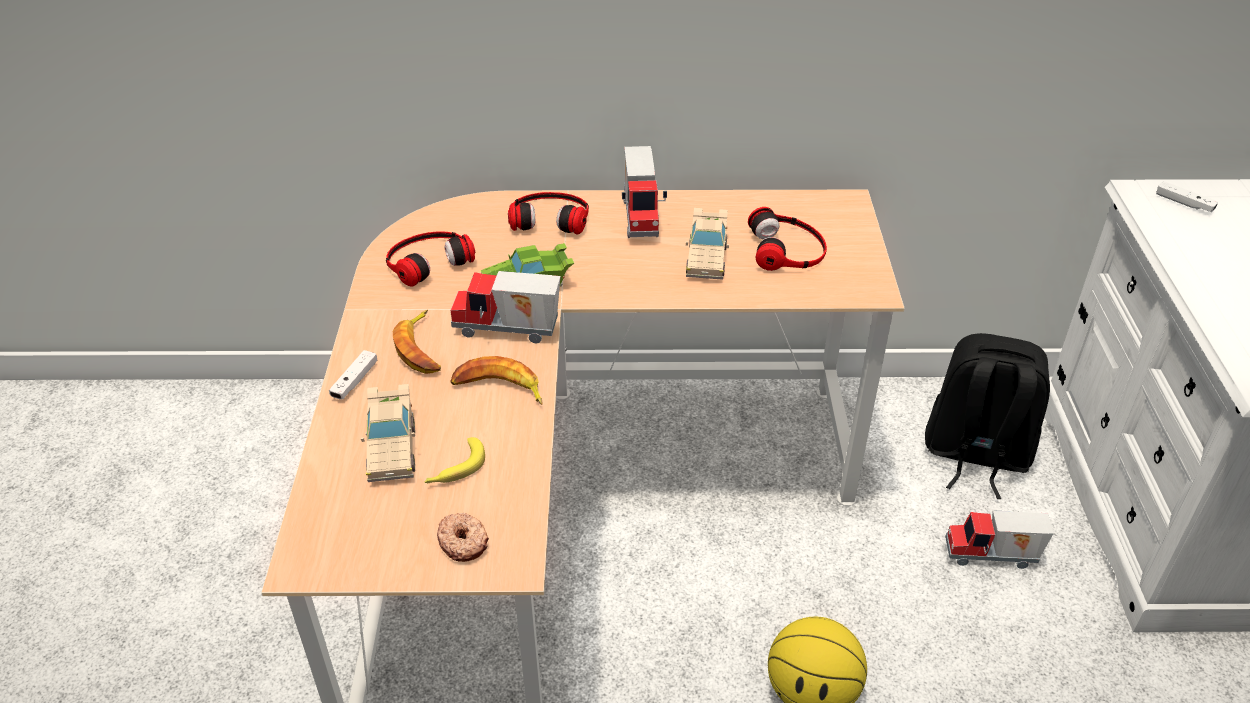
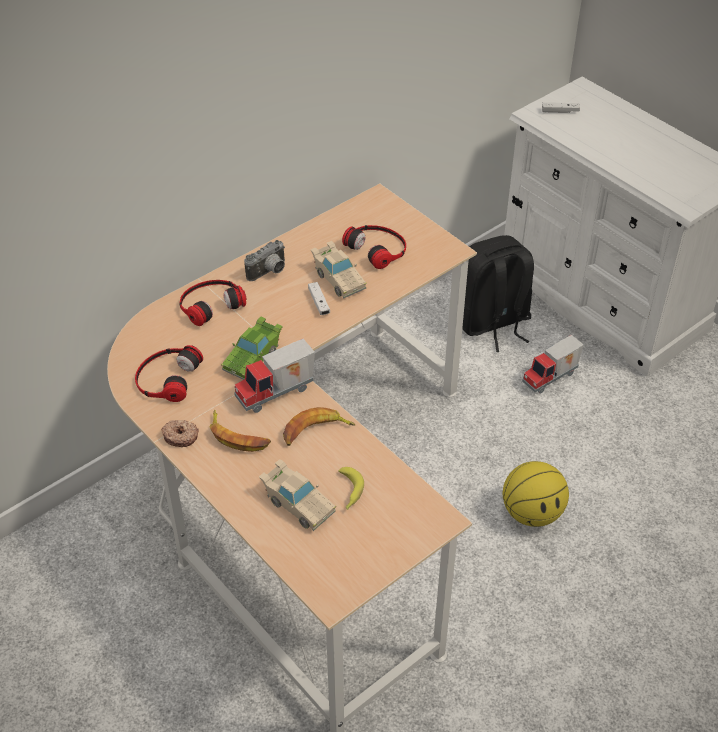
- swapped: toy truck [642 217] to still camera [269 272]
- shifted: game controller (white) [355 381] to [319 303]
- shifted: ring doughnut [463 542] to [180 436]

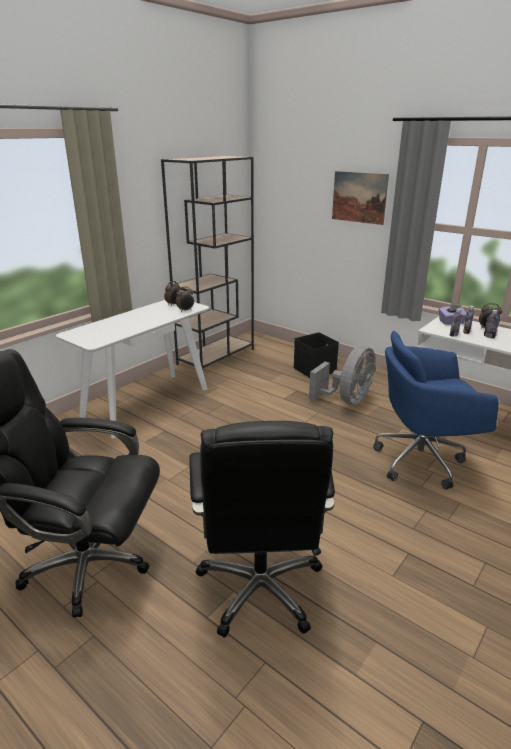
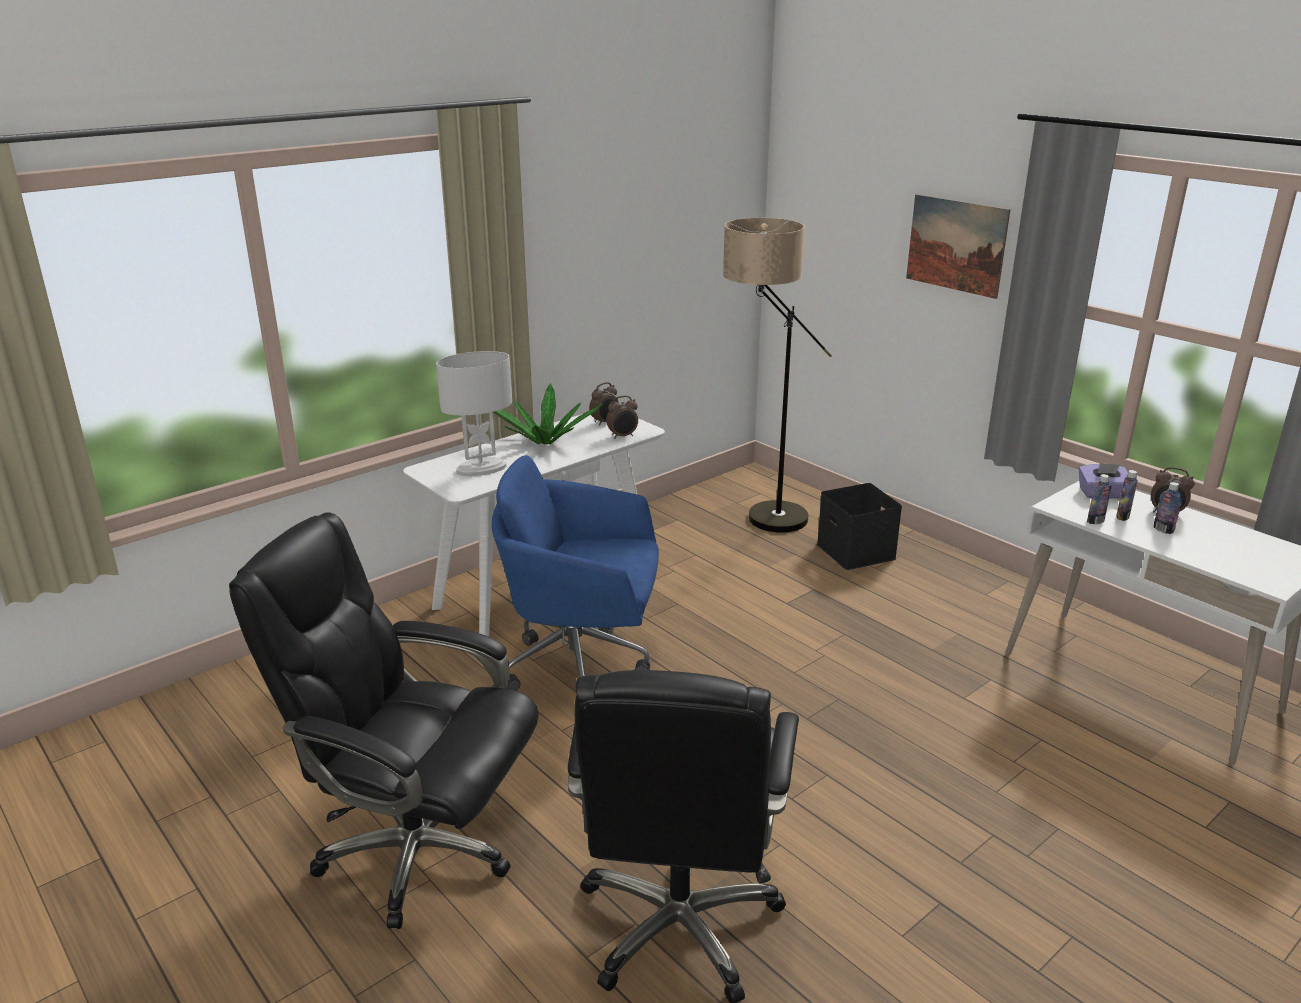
- gone: bookshelf [216 356]
- shifted: computer chair (blue) [423 462] to [583 669]
- gone: electric fan (gray) [347 400]
- new: floor lamp [762 526]
- new: lamp for a table (white) [481 469]
- new: plant in a pot [544 442]

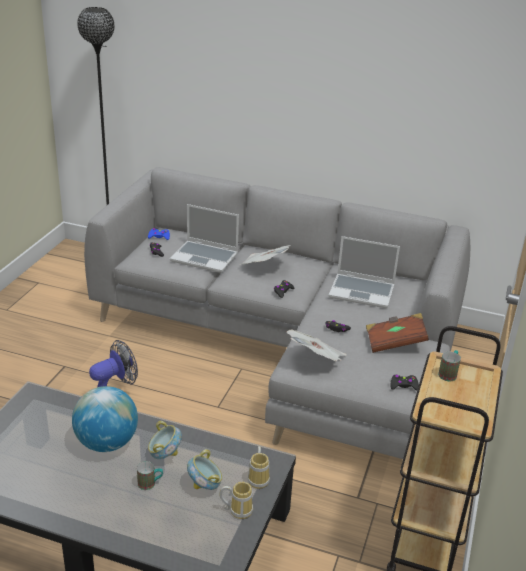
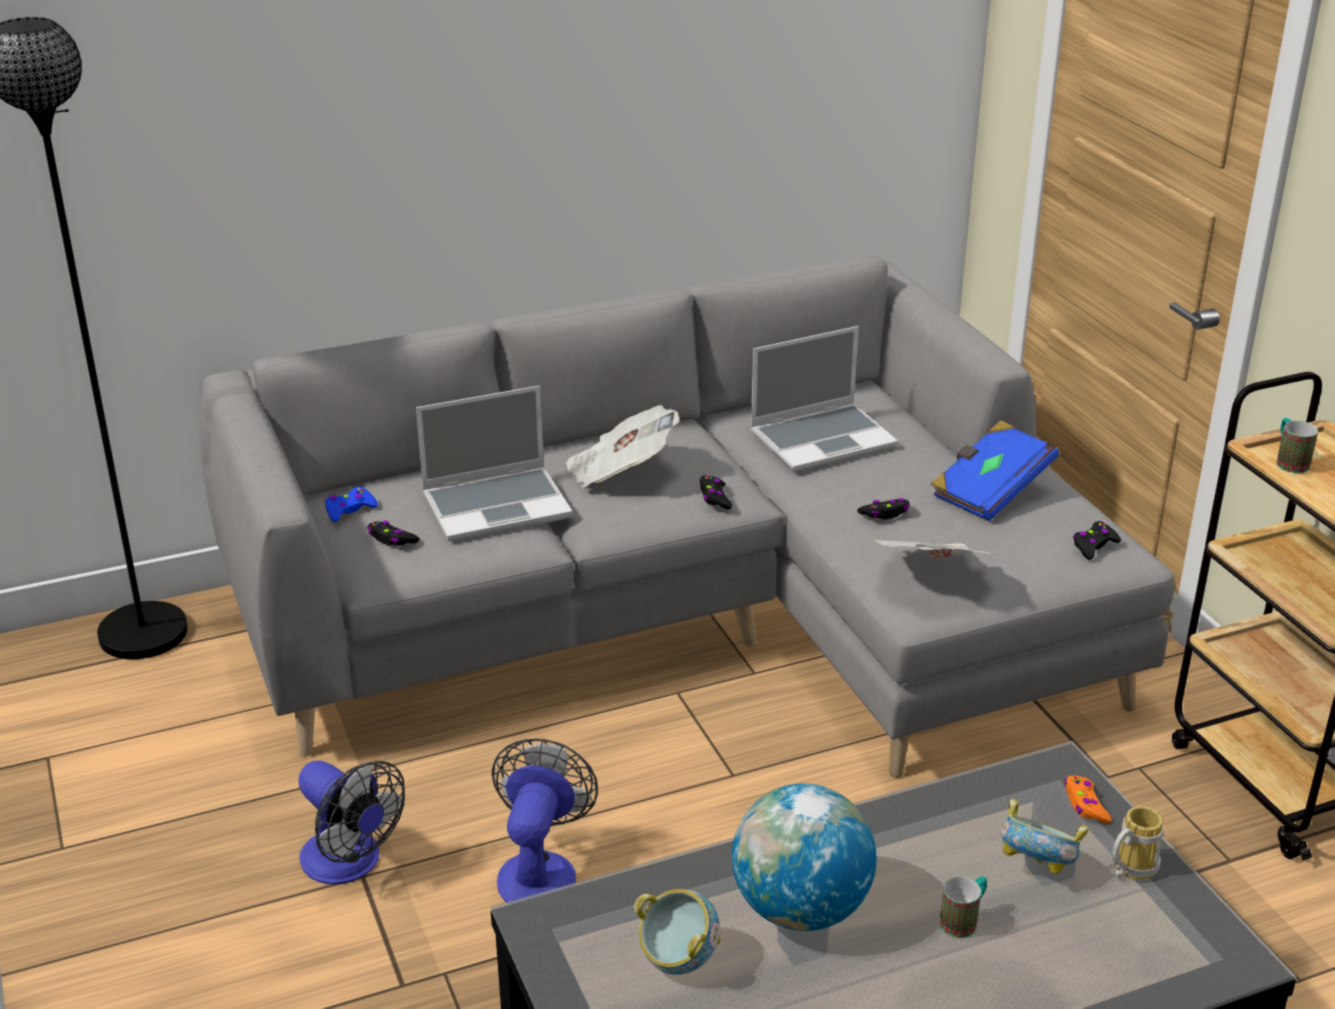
- repainted: bound book (brown-coloured) [394 342] to bound book (blue) [990 491]
- shifted: serving bowl [165 455] to [677 960]
- swapped: mug [259 478] to game controller (orange-coloured) [1085 805]
- new: electric fan [350 864]

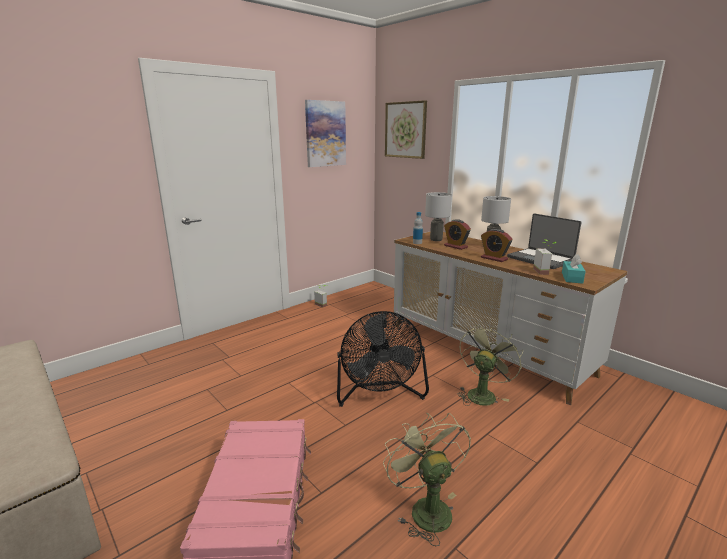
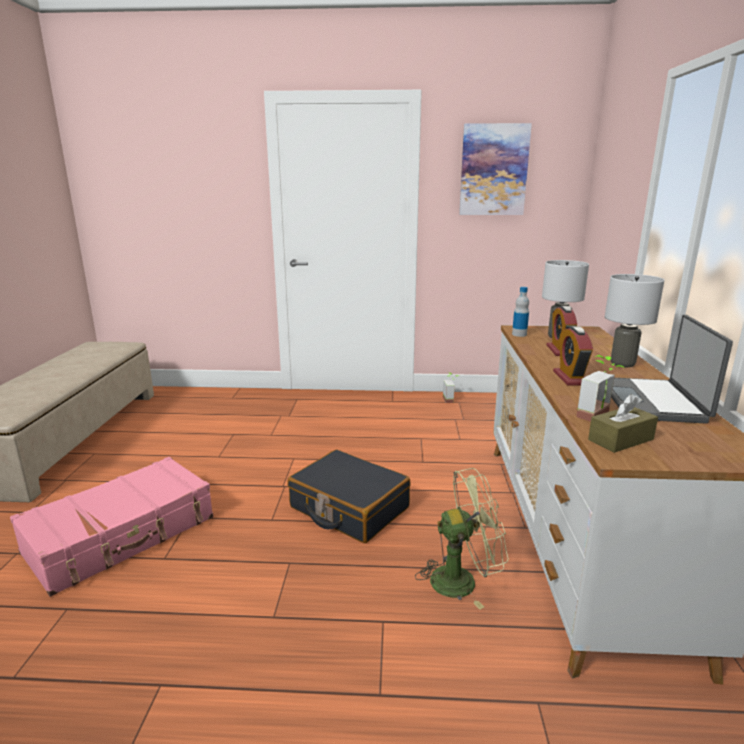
- gone: picture [405 130]
- repainted: tissue box (turquoise-coloured) [572 278] to tissue box (brown-coloured) [620 440]
- swapped: electric fan (blackish) [376 392] to suitcase (blackish) [348 508]
- gone: electric fan (greenish) [425 508]

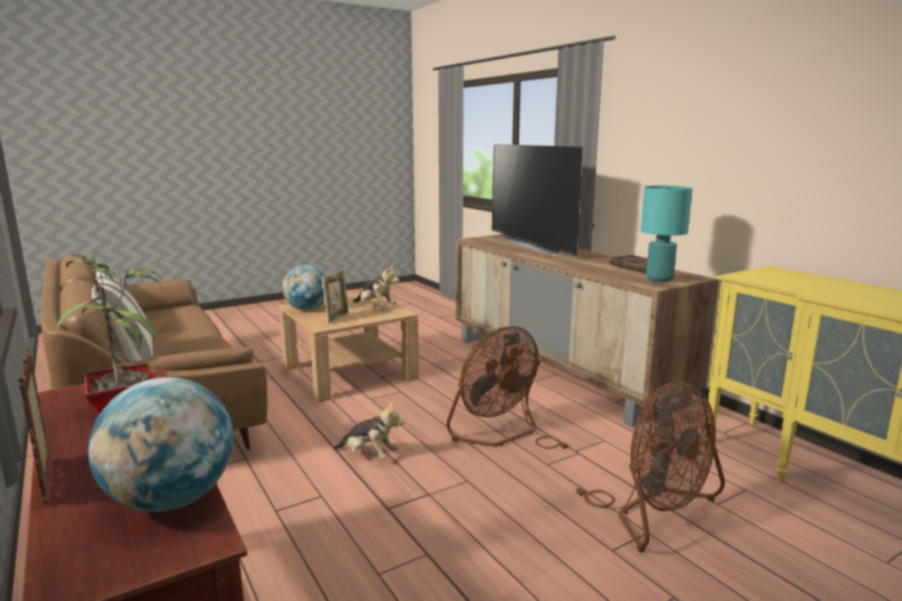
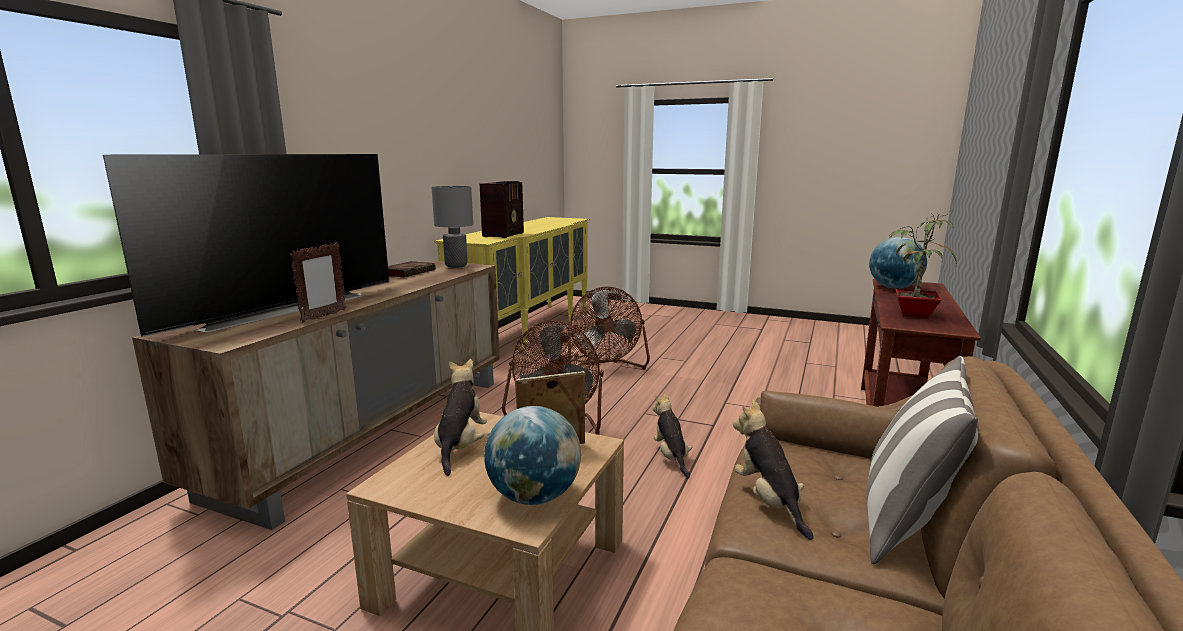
- repainted: lamp for a table (turquoise-coloured) [659 280] to lamp for a table (gray) [456 266]
- shifted: standing frame [48 480] to [323 316]
- rotated: electric fan (brown-coloured) [652 513] = [601 367] 150 degrees clockwise
- new: radio [504 235]
- new: cuddly toy [769 501]

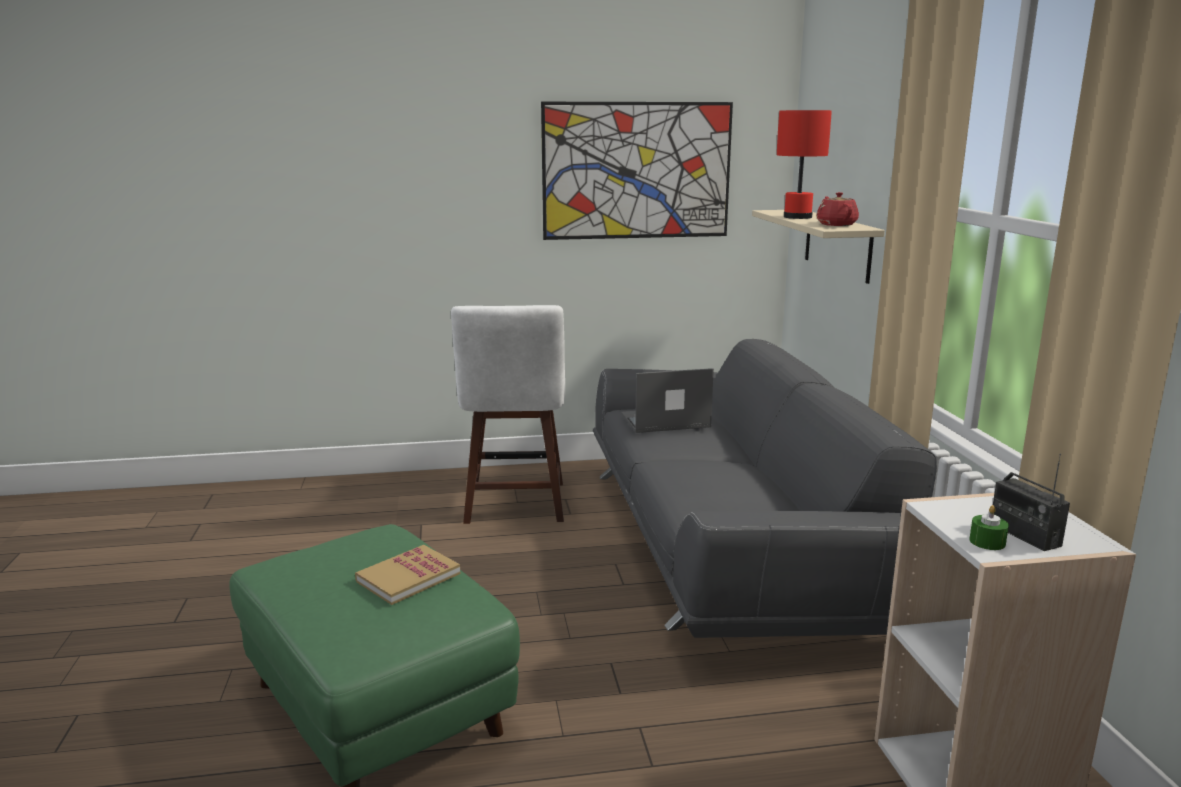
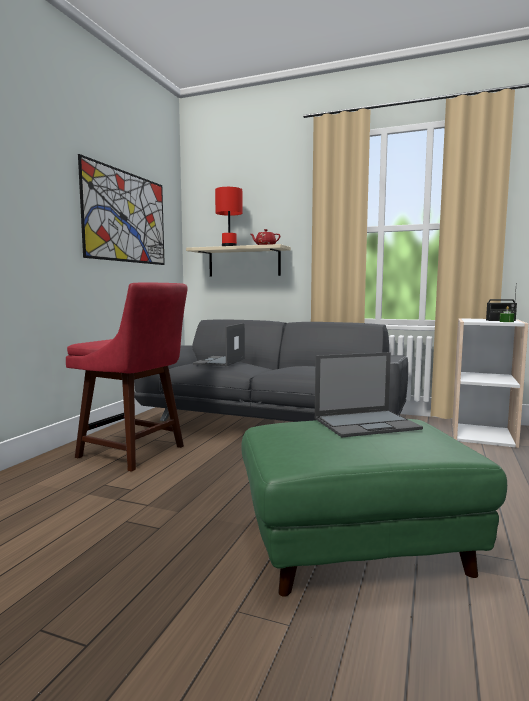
- repainted: stool seat (white) [515 504] to stool seat (red-coloured) [134 452]
- swapped: bound book [408 577] to portable computer [367 423]

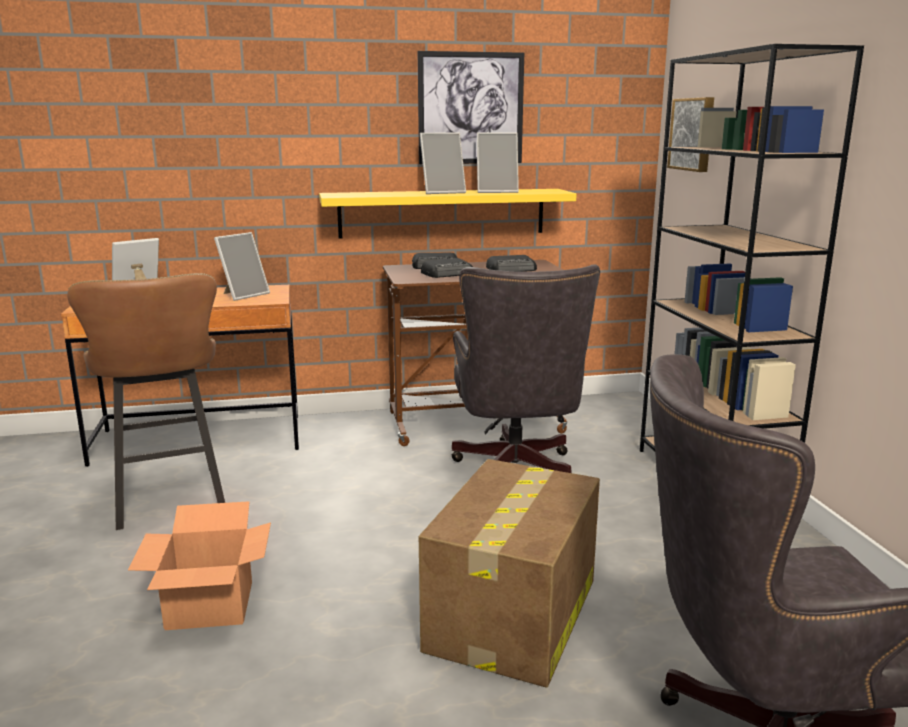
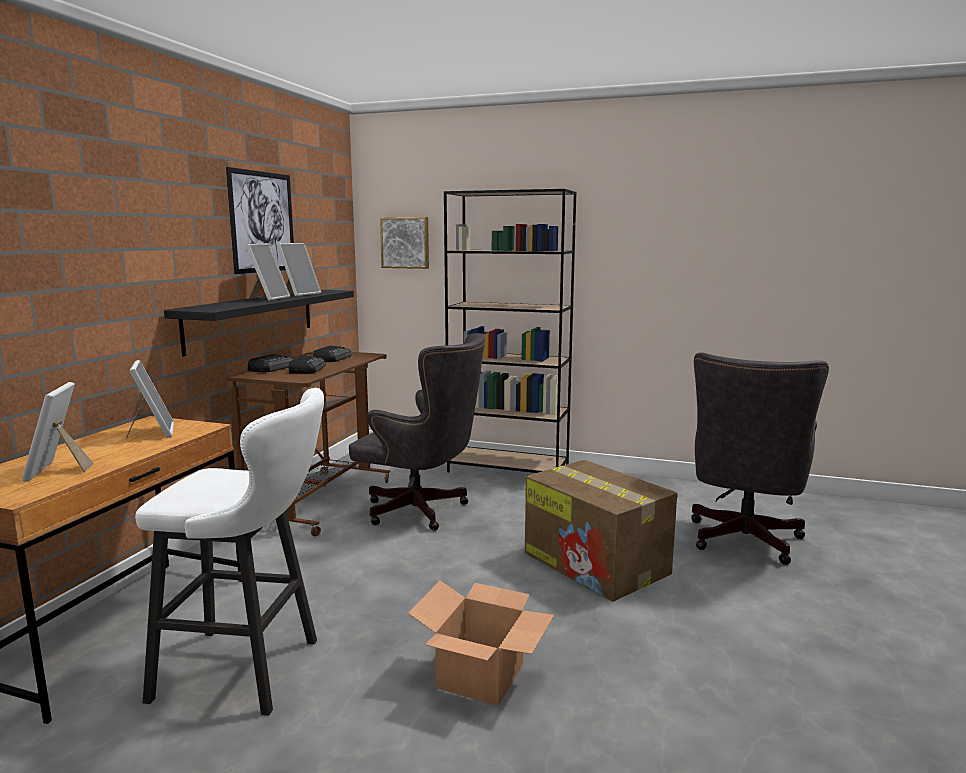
- repainted: shelf (yellow) [442 213] to shelf (blackish) [252 319]
- repainted: stool seat (brown-coloured) [170 503] to stool seat (white) [255 671]

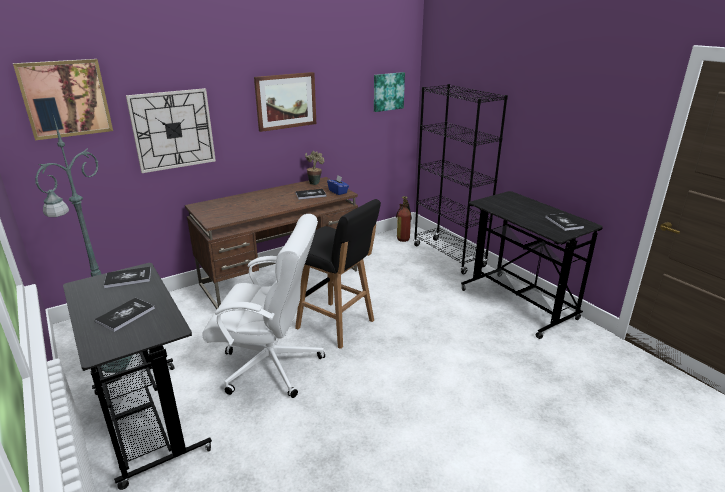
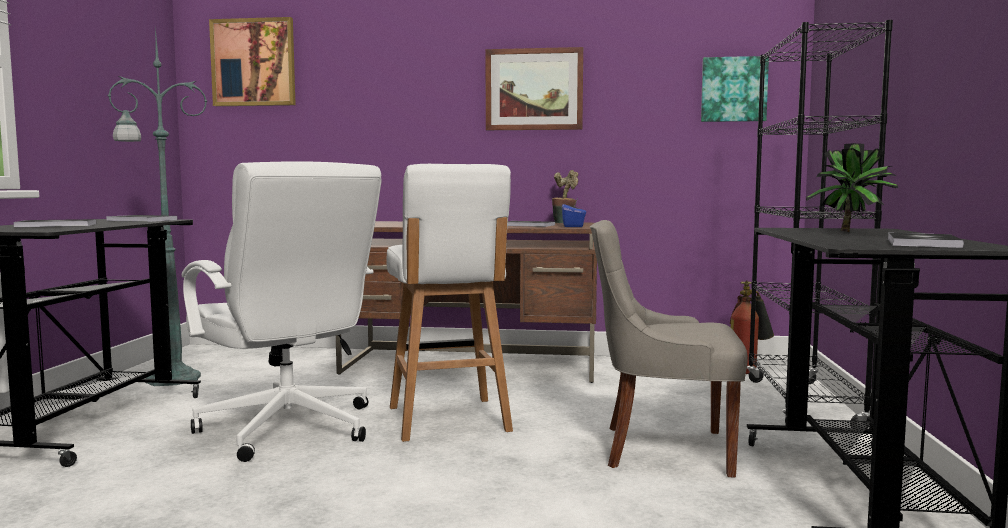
- gone: clock on the wall [173 130]
- repainted: stool seat (blackish) [336 325] to stool seat (white) [448 420]
- new: plant in a pot [852 232]
- new: plain chair (gray) [662 449]

